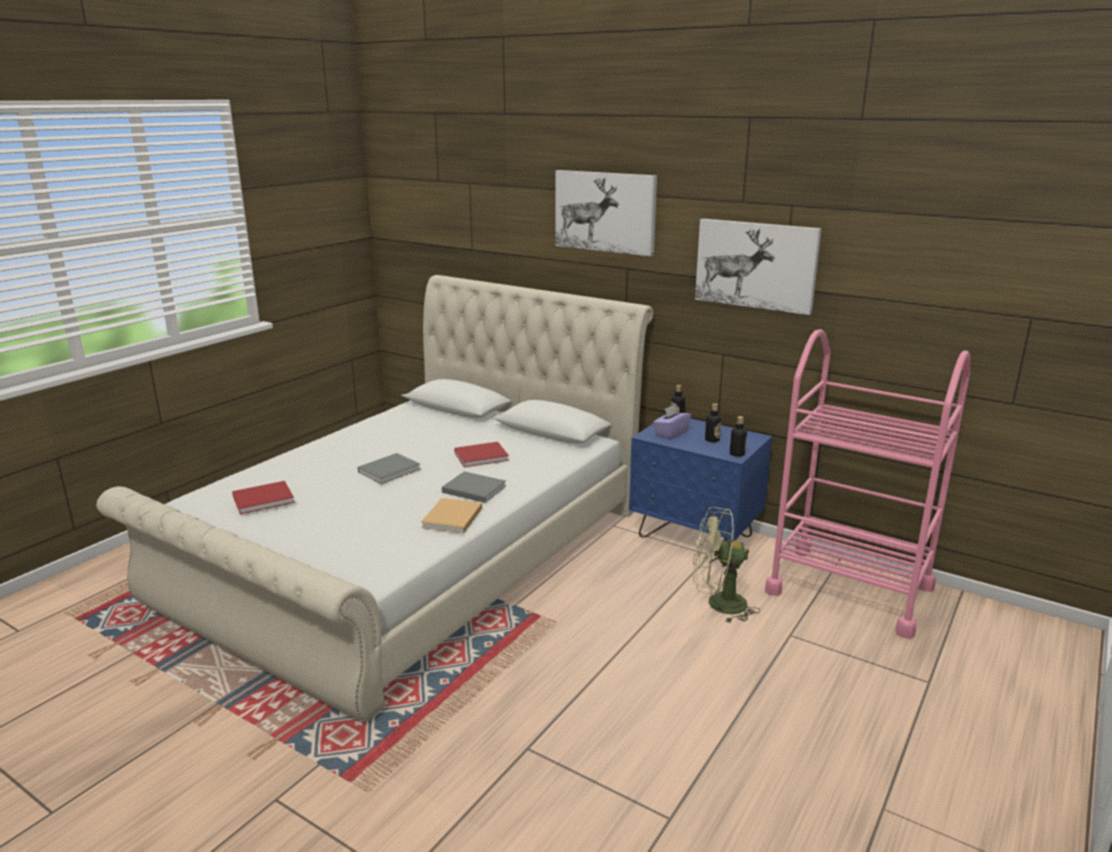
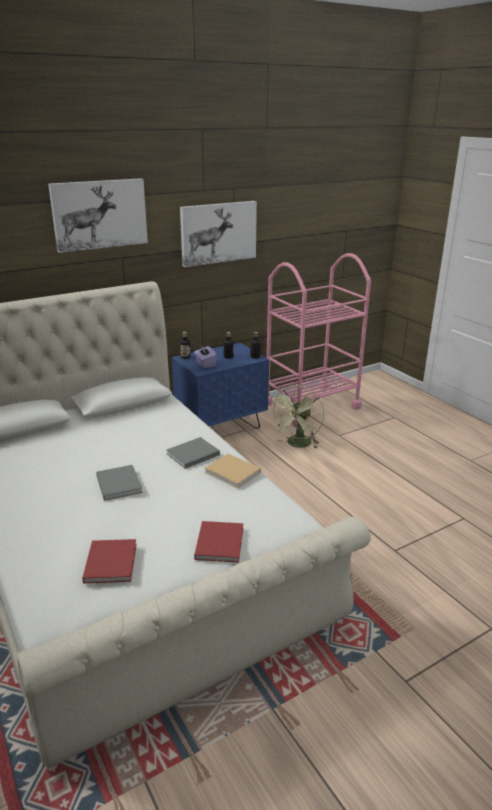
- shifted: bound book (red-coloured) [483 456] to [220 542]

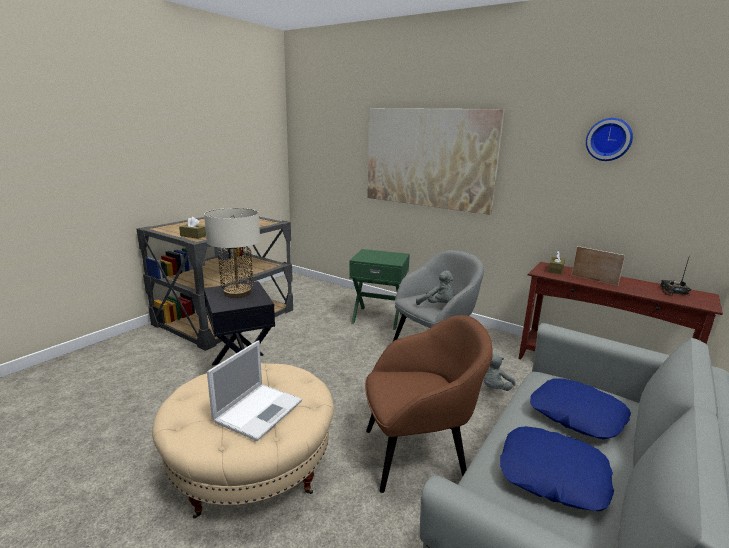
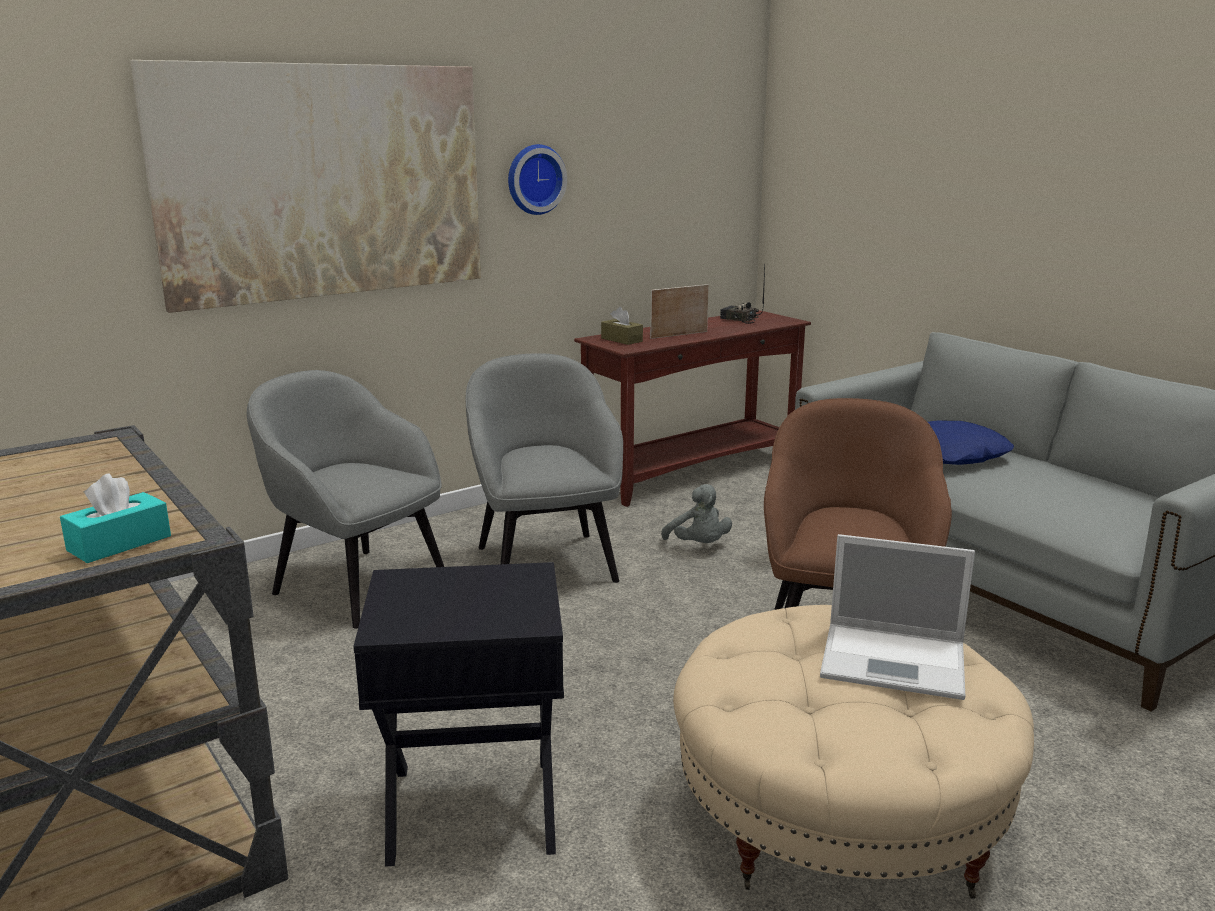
- shifted: clock on the wall [609 139] to [534 179]
- gone: lamp for a table [237 293]
- repainted: tissue box (brown-coloured) [193 236] to tissue box (turquoise-coloured) [119 543]
- swapped: end table (greenish) [378 317] to armchair (gray) [358 585]
- gone: cuddly toy (gray) [437 305]
- rotated: portable computer [259 410] = [896 661] 150 degrees clockwise
- gone: pillow (blue) [552 475]

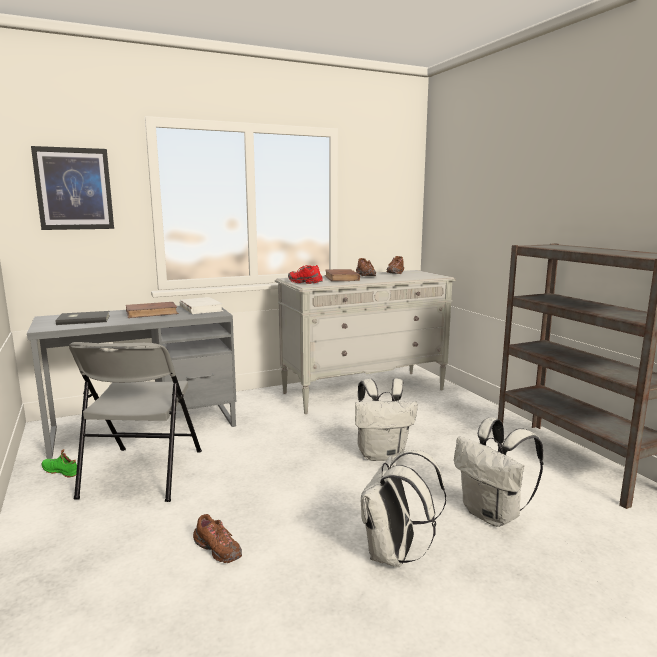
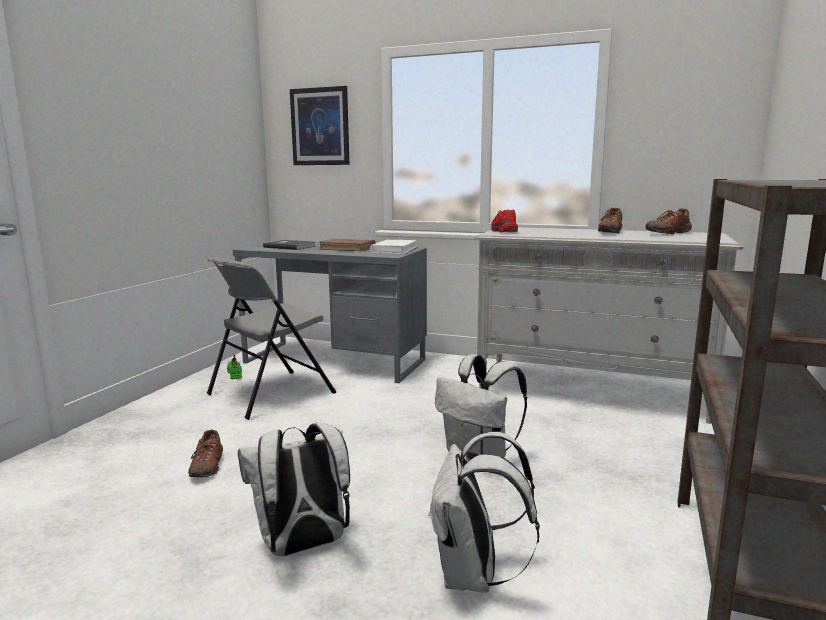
- gone: bound book (brown-coloured) [341 278]

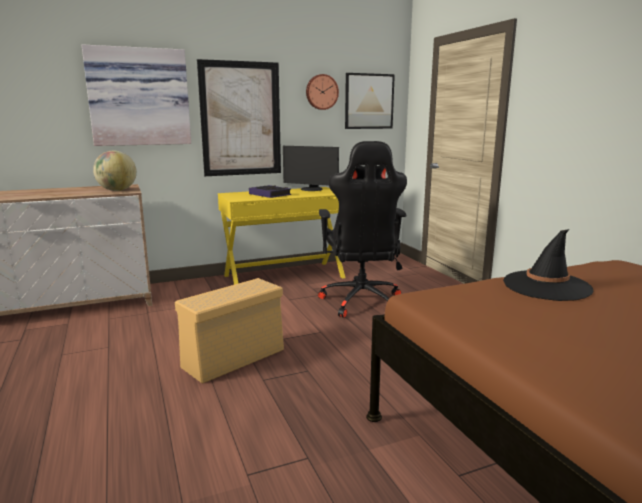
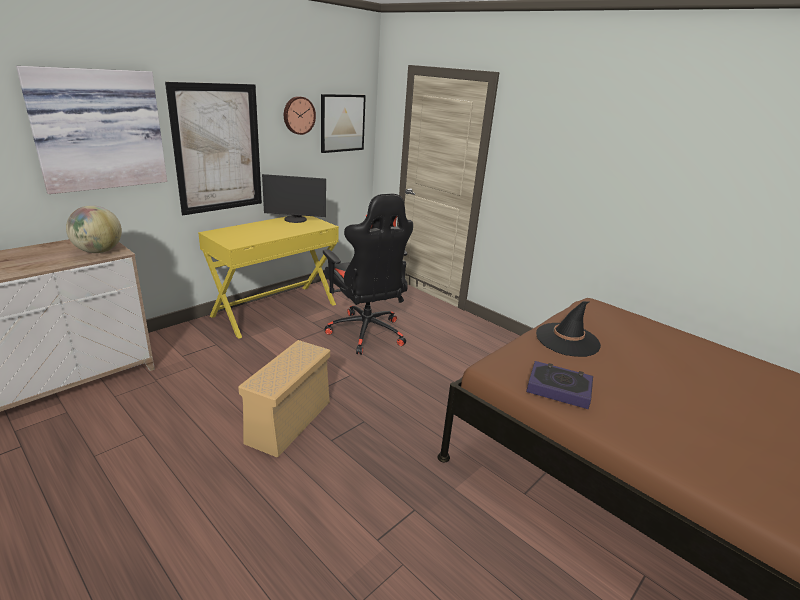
- shifted: bound book [270 194] to [559 388]

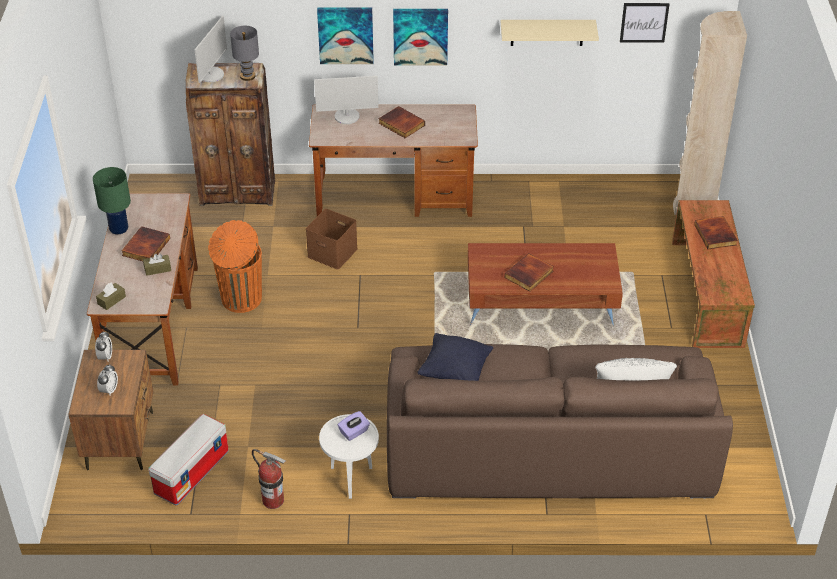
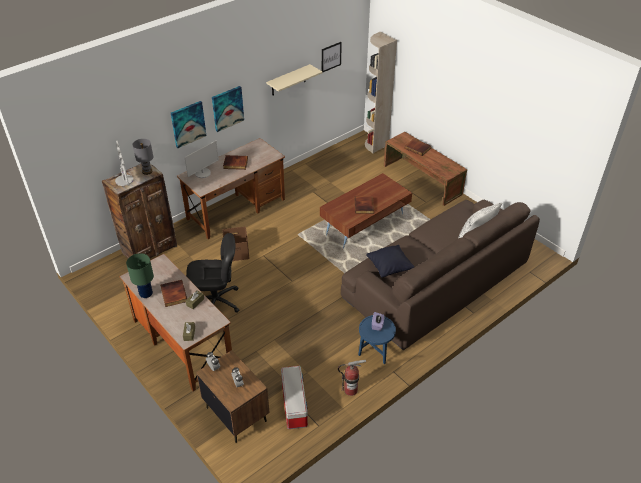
- swapped: rubbish bin (orange-coloured) [240 299] to computer chair (blackish) [216 302]
- repainted: end table (white) [351 480] to end table (blue) [375 355]

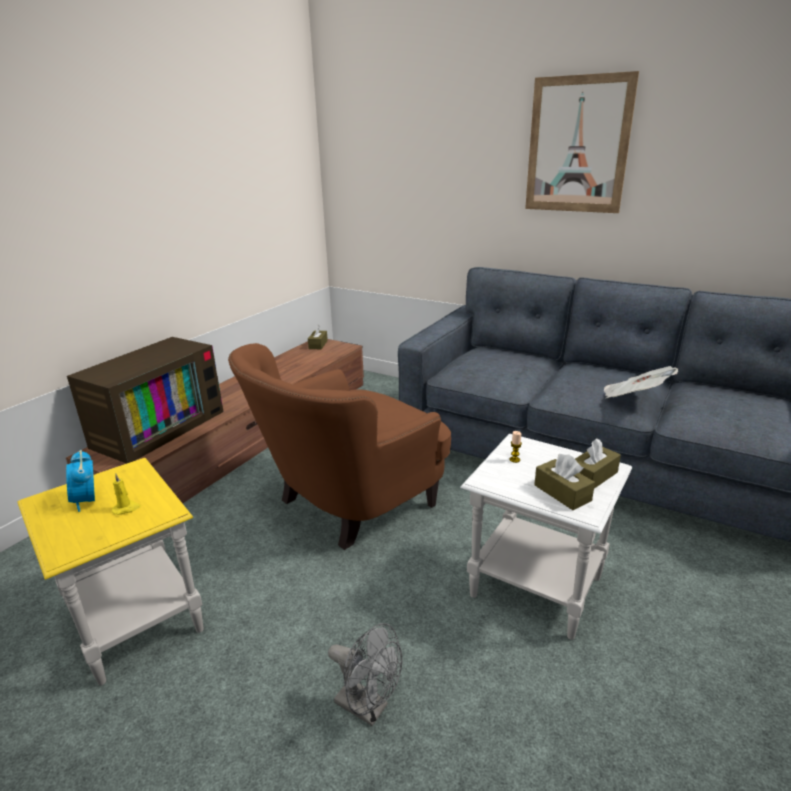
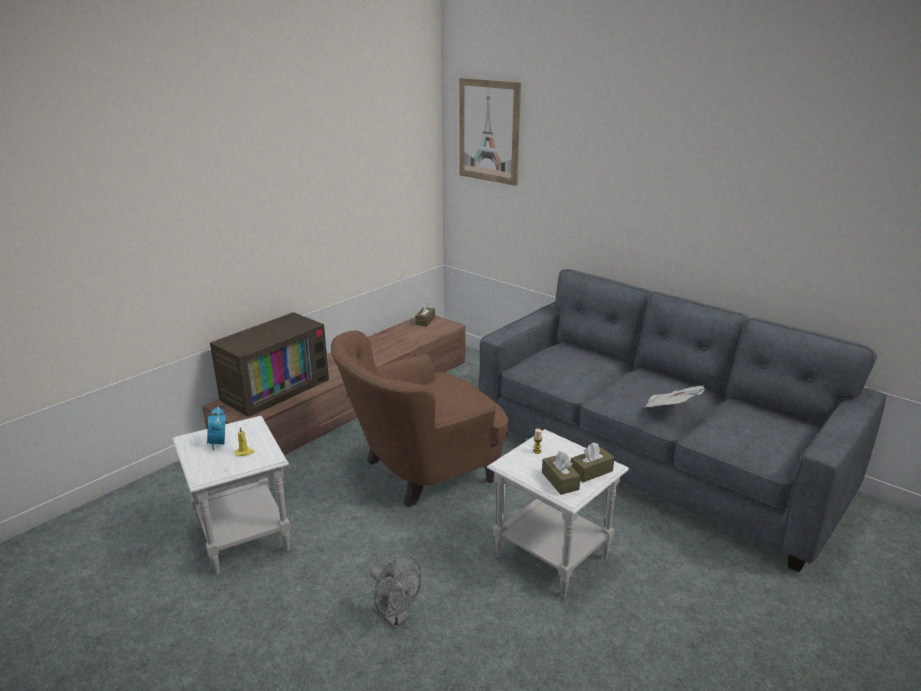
- shifted: picture [577 145] to [489 131]
- repainted: end table (yellow) [137 623] to end table (white) [244 538]

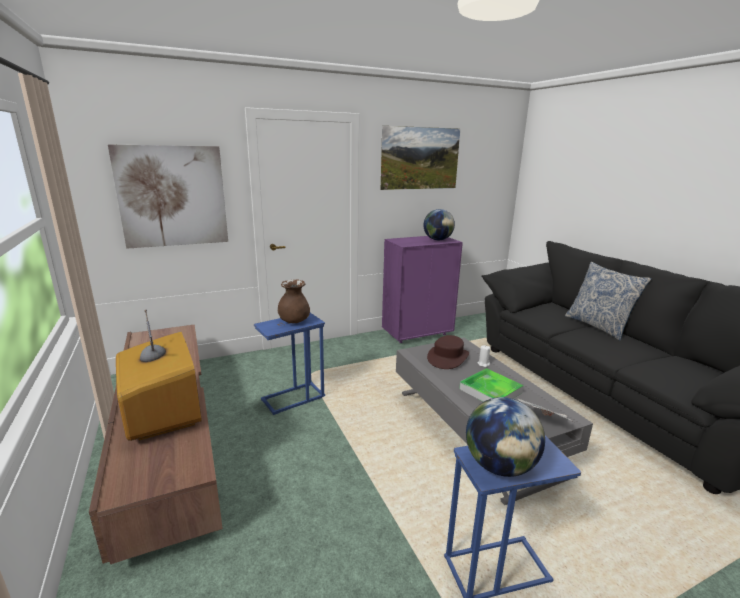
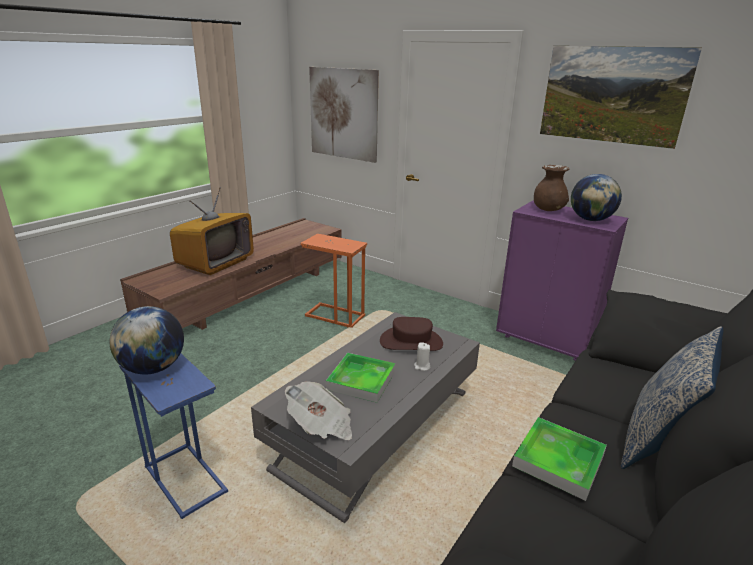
- shifted: flower vase (brown-coloured) [294 321] to [548 210]
- repainted: end table (blue) [293 398] to end table (orange-coloured) [335 315]
- new: tray [558 460]

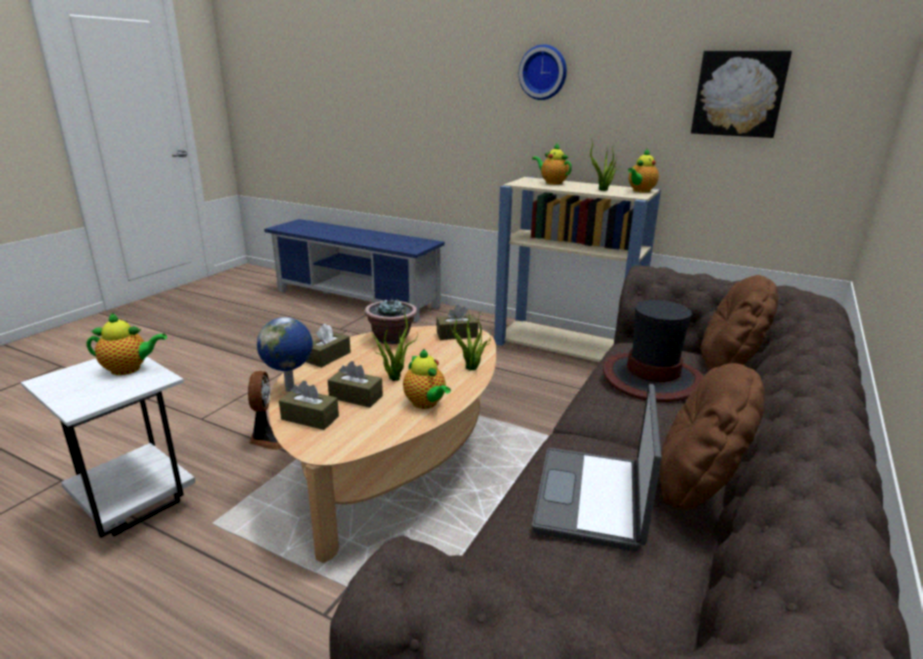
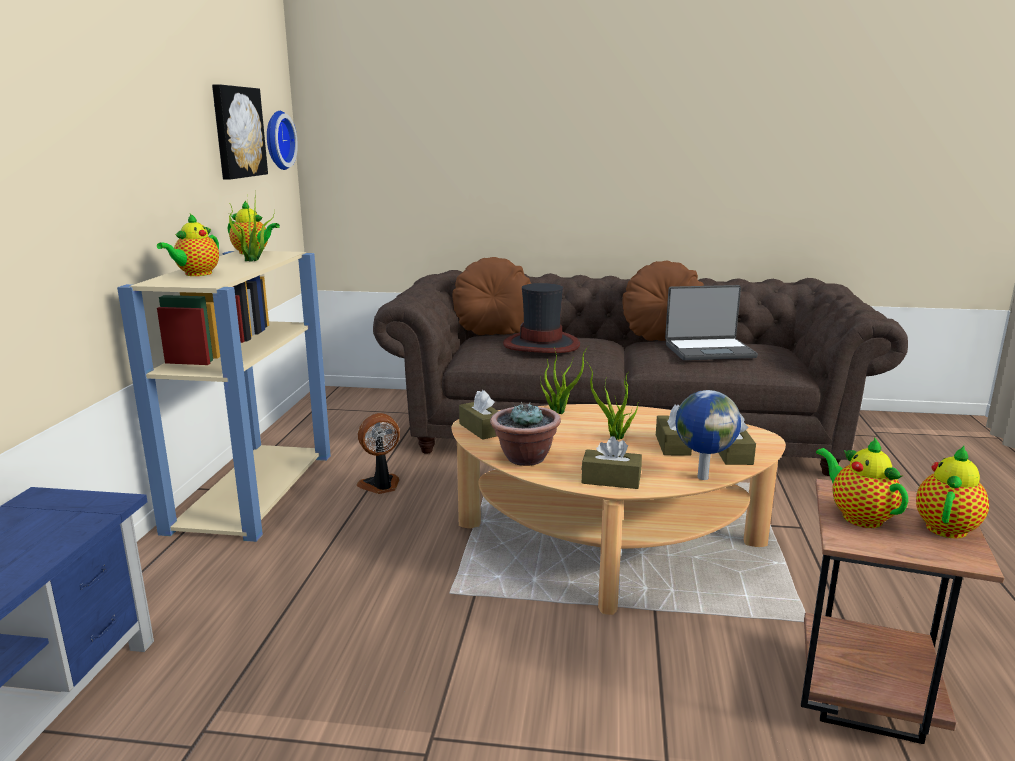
- shifted: clock on the wall [544 72] to [277 140]
- shifted: teapot [426 404] to [947 526]
- repainted: end table (white) [132 507] to end table (brown-coloured) [869 701]
- shifted: electric fan [268 438] to [381 486]

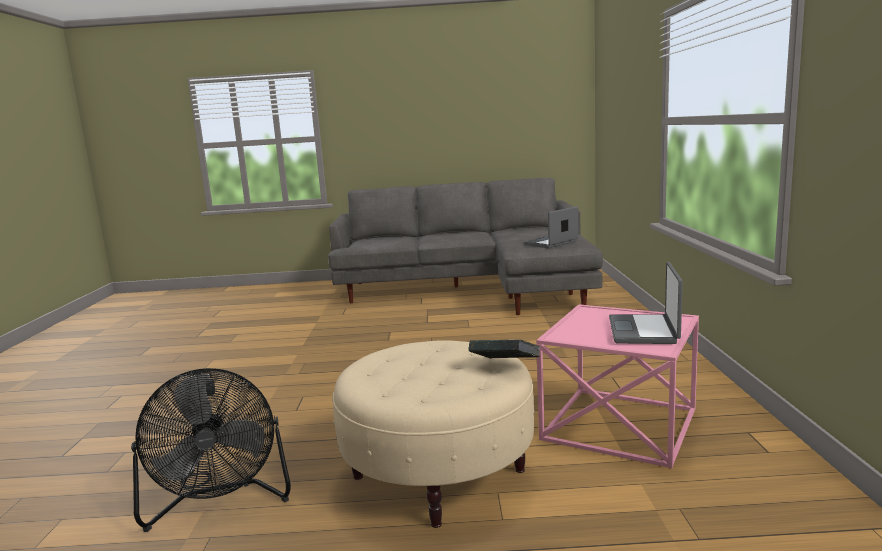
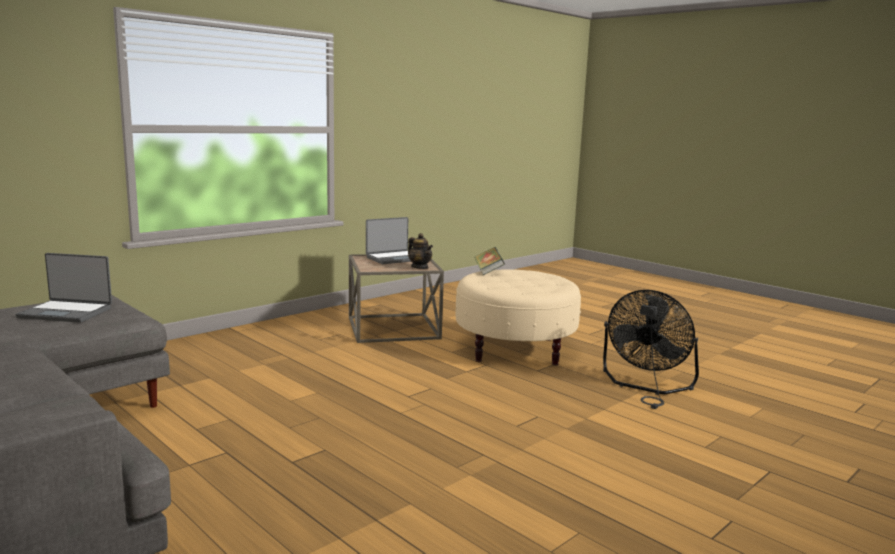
- repainted: end table (pink-coloured) [620 425] to end table (brown-coloured) [393 327]
- new: teapot [420 267]

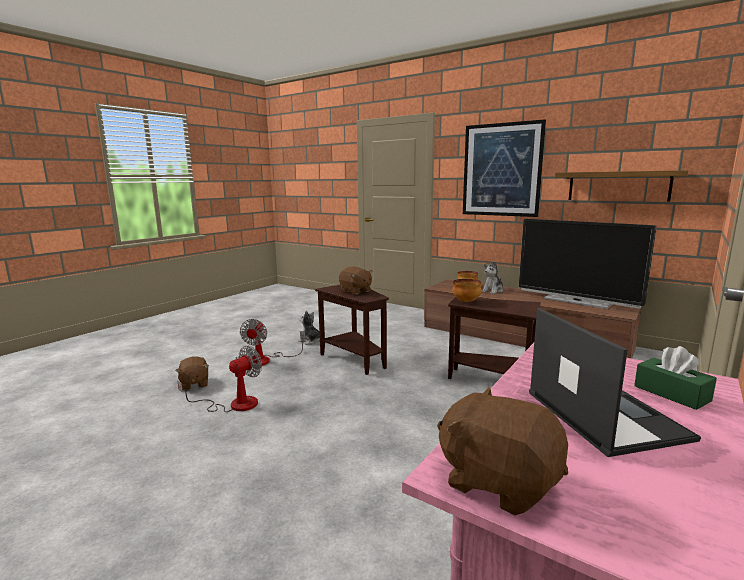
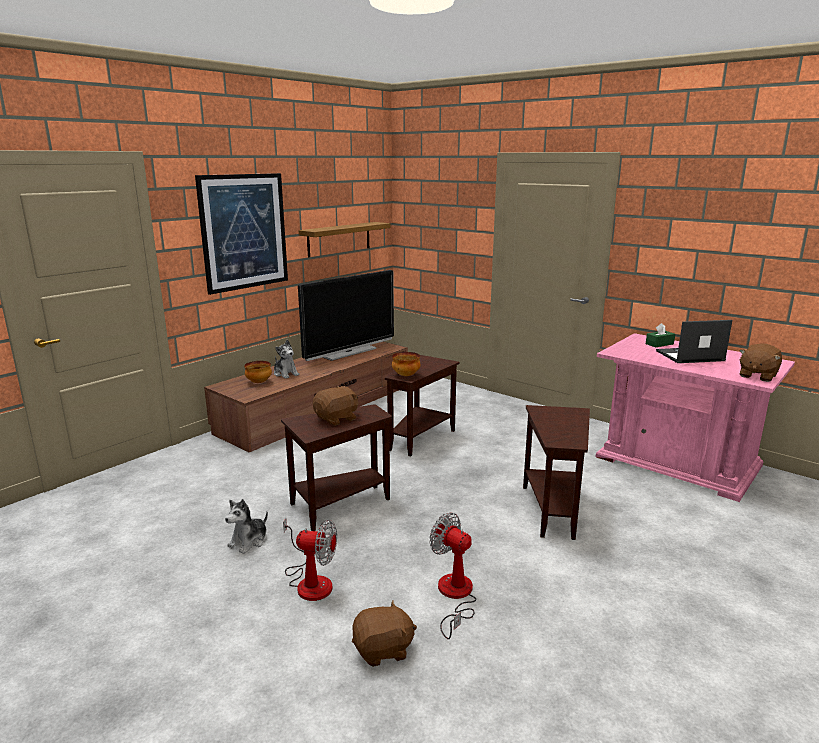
- new: end table (brown-coloured) [553 509]

